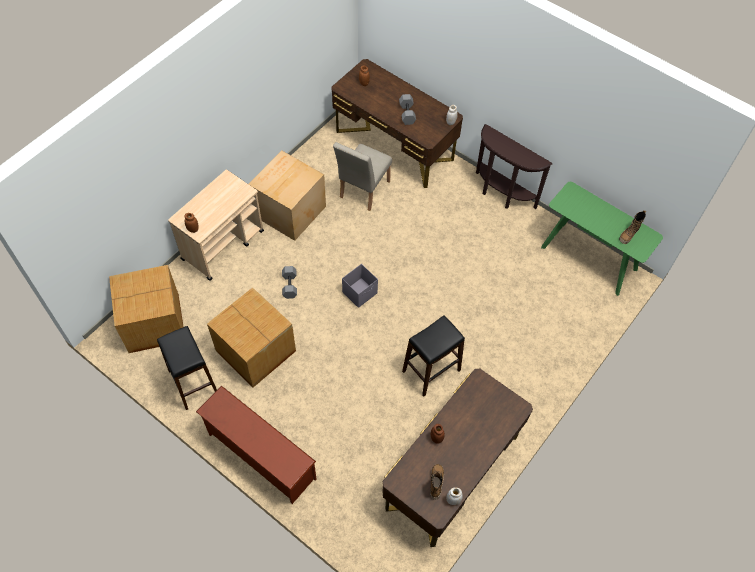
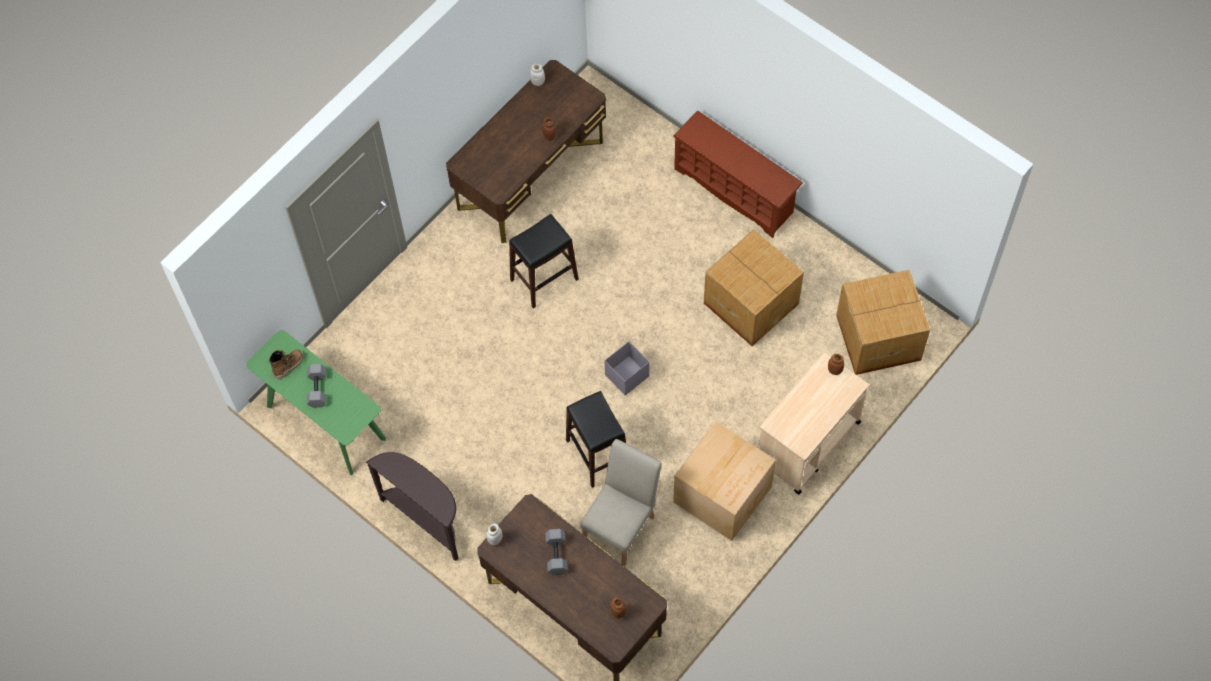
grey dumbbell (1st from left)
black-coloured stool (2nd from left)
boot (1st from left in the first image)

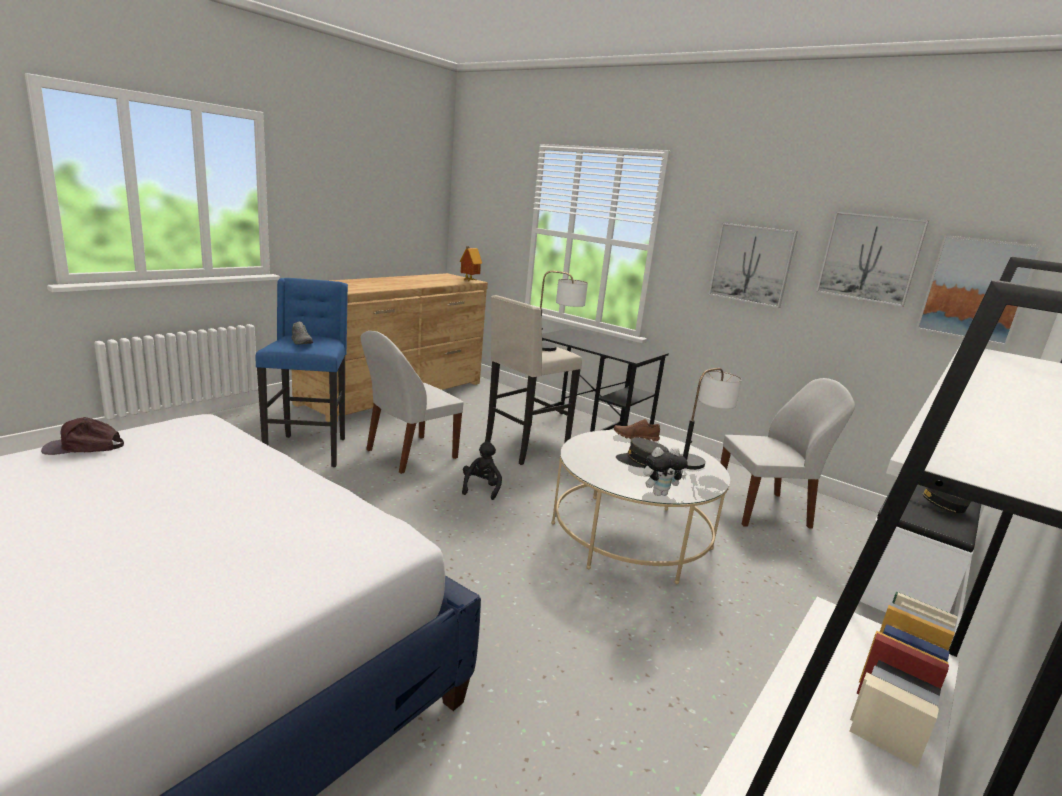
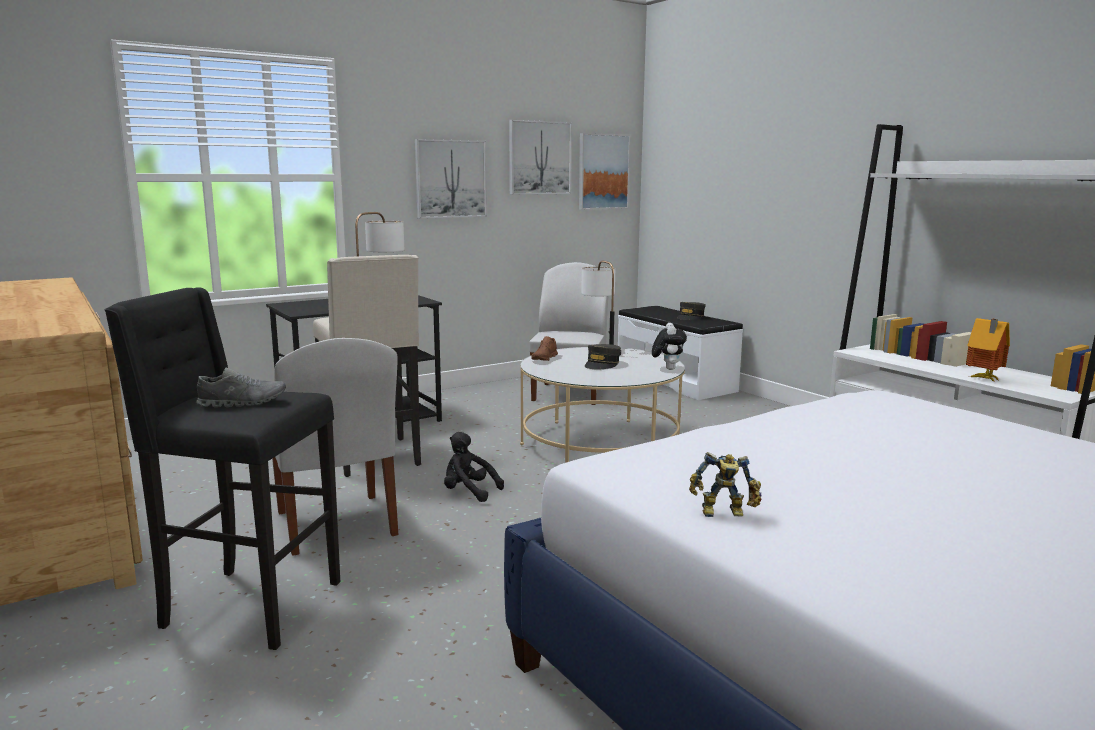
toy house
black-coloured stool
model robot

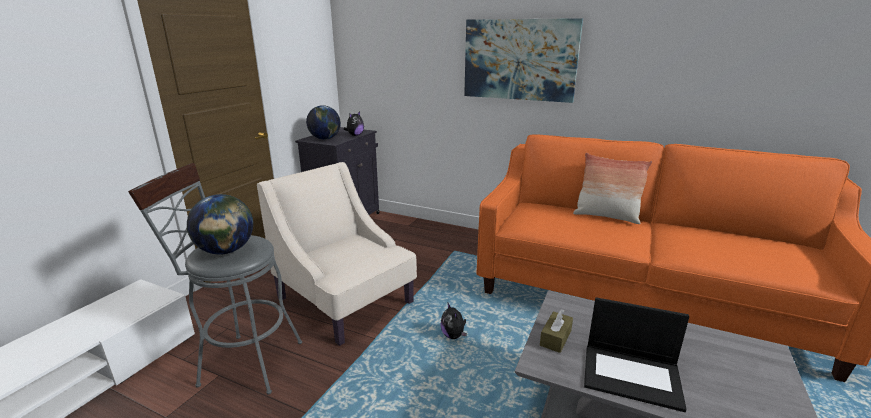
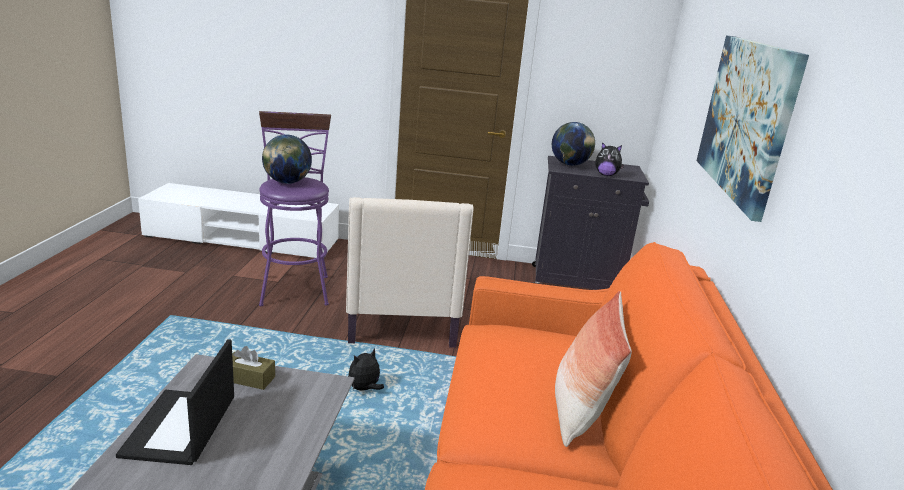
beige easy chair
purple-coloured stool

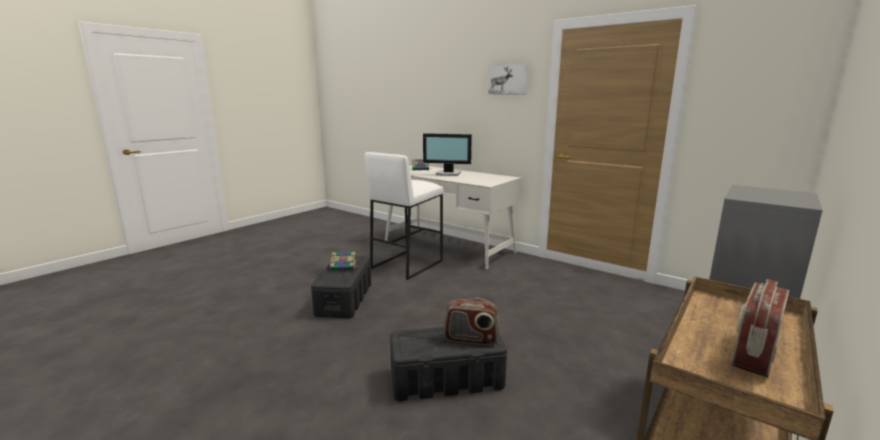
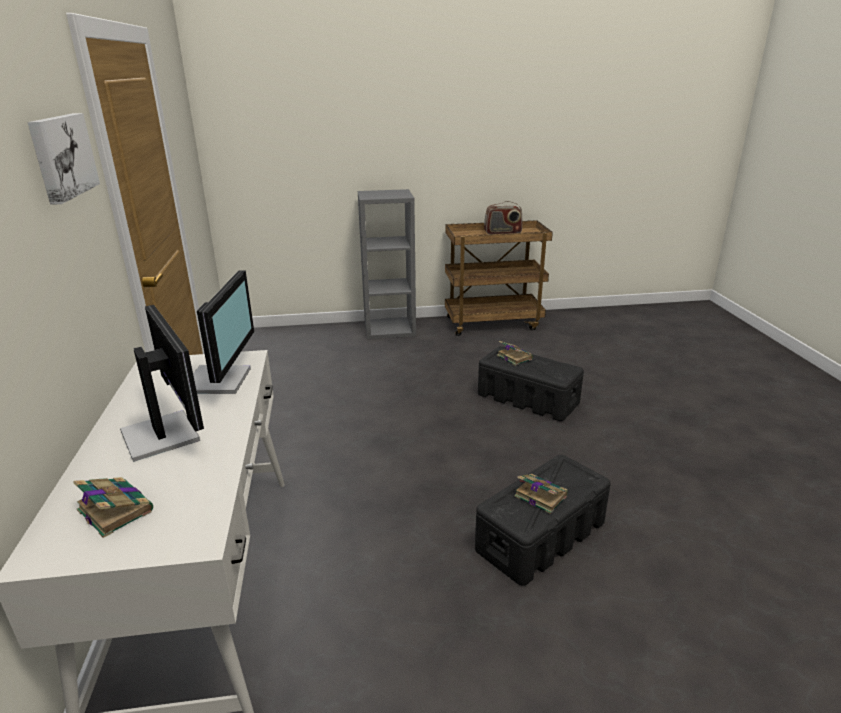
whitish stool
book (2nd from left)
computer display (2nd from left)

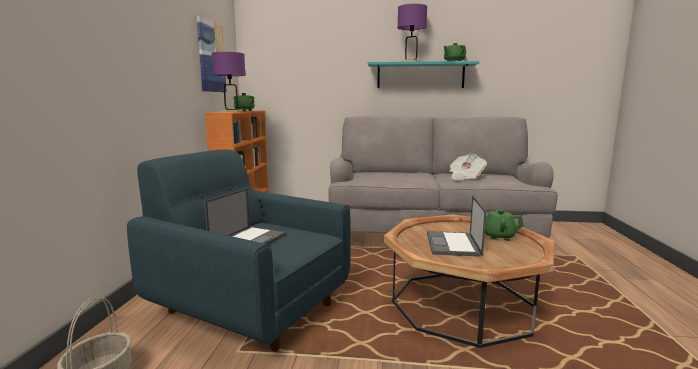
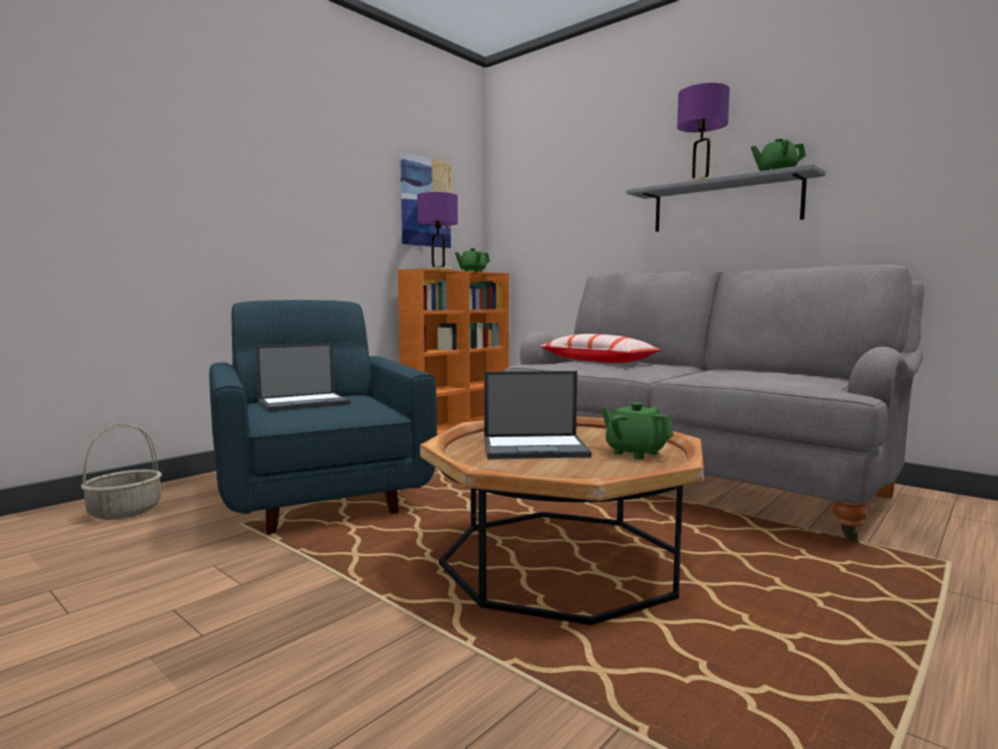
grey shelf
newspaper
laptop (2nd from left)
pillow

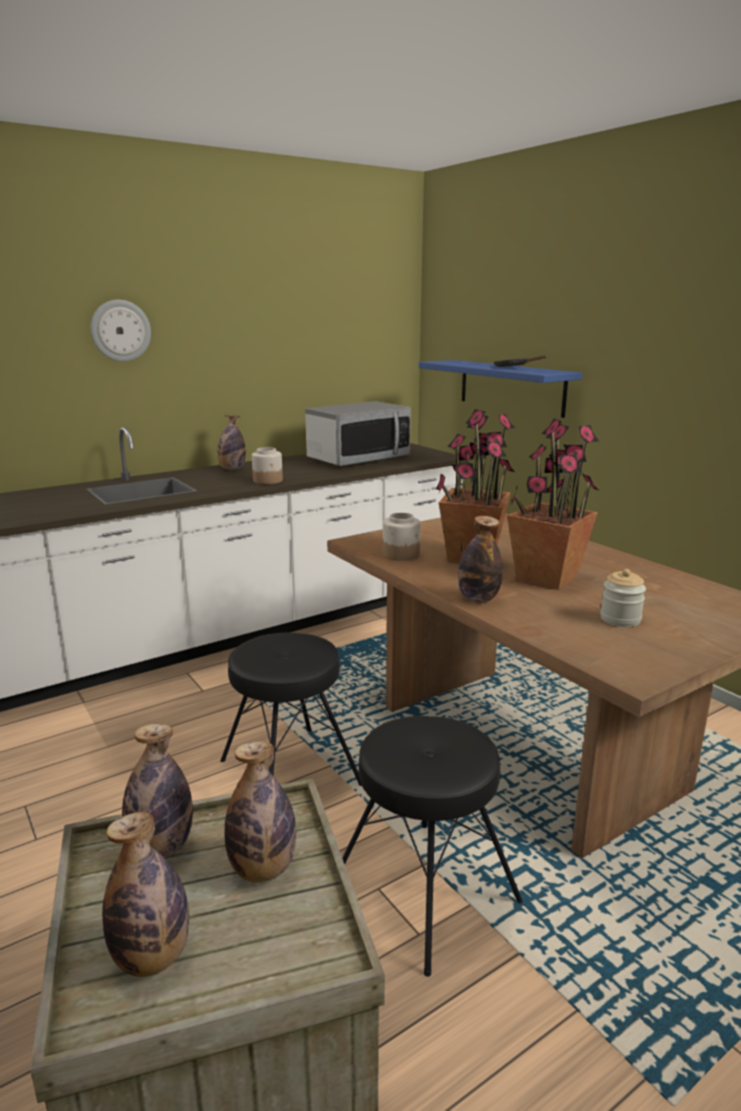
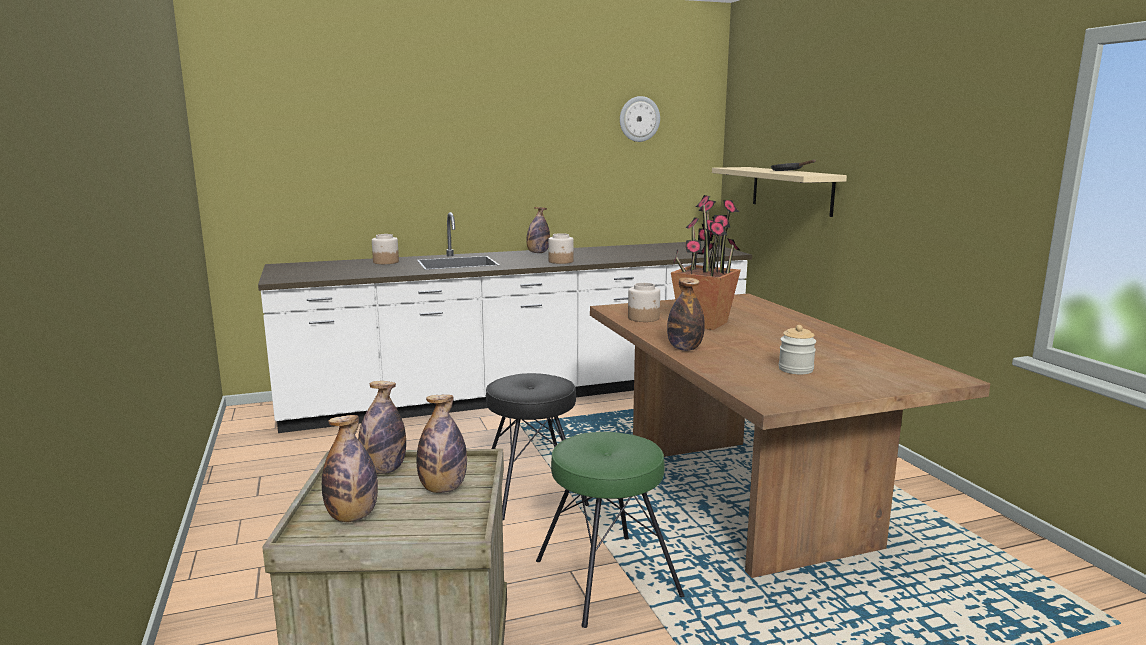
hanging clock
beige shelf
kitchen microwave
plant in a pot (2nd from left in the first image)
green-coloured stool
preserve jar (1st from left)

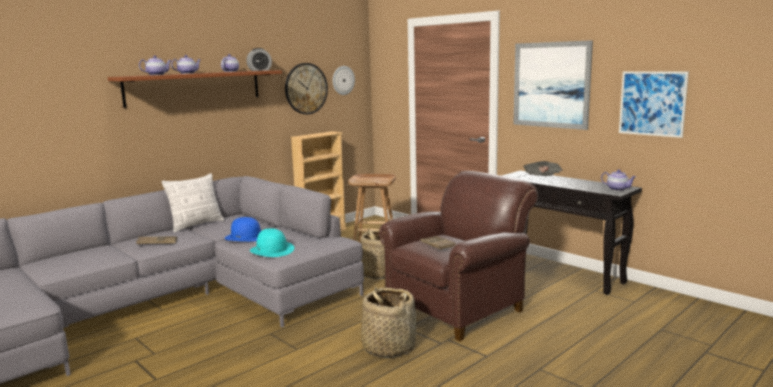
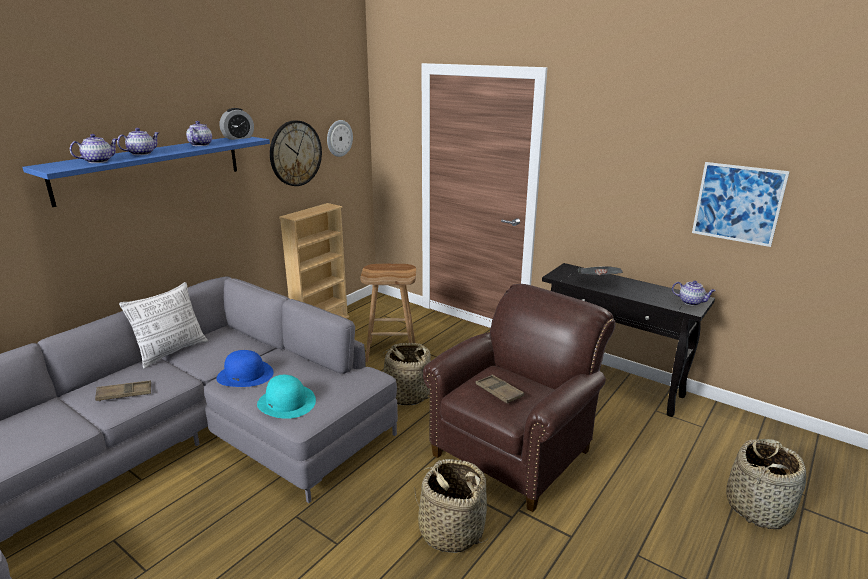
wall picture (1st from left in the first image)
blue shelf
storage basket (3rd from left)

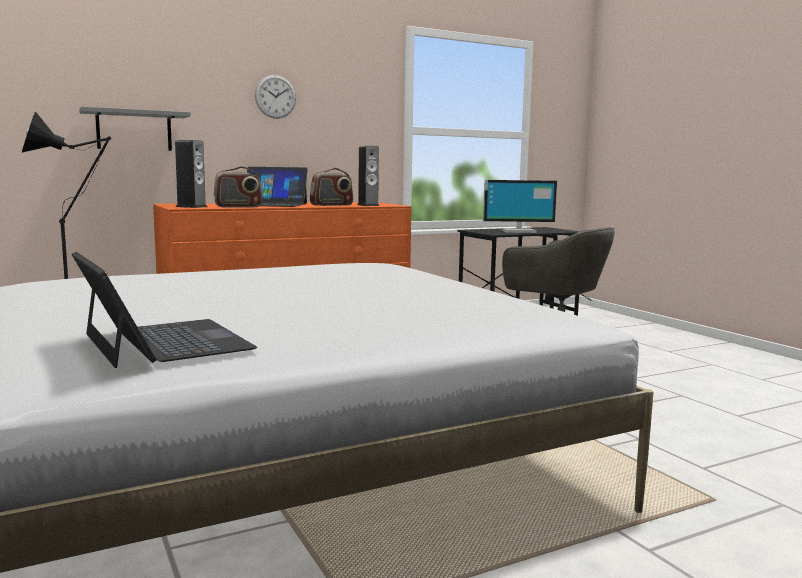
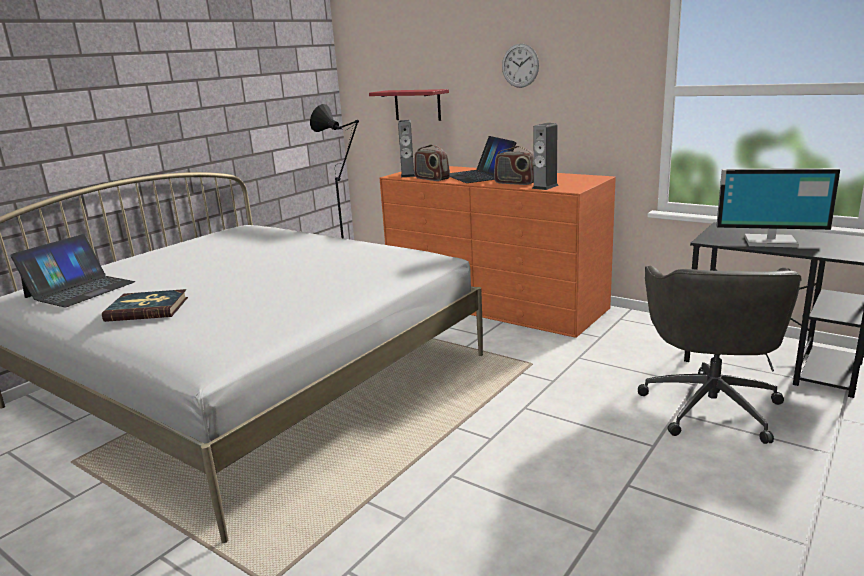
red-coloured shelf
computer display
book

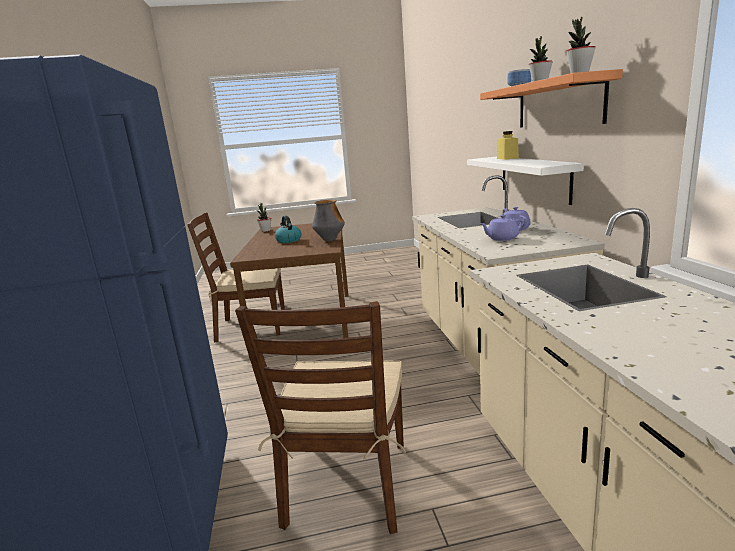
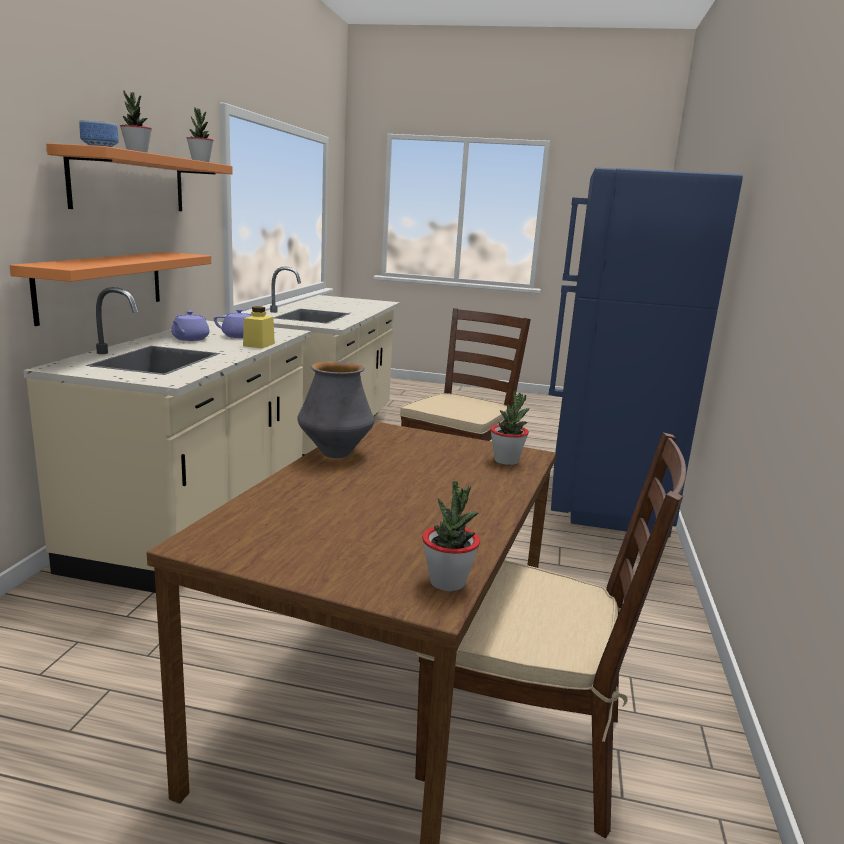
yellow-coloured preserve jar
orange-coloured shelf (1st from left)
kettle
plant in a pot (4th from left)

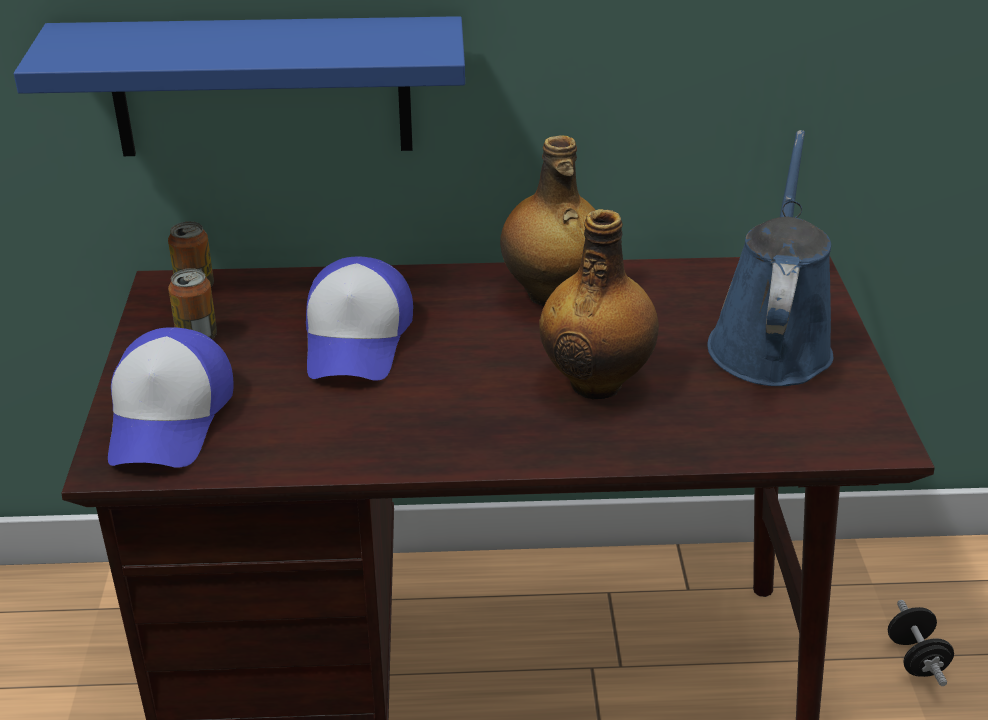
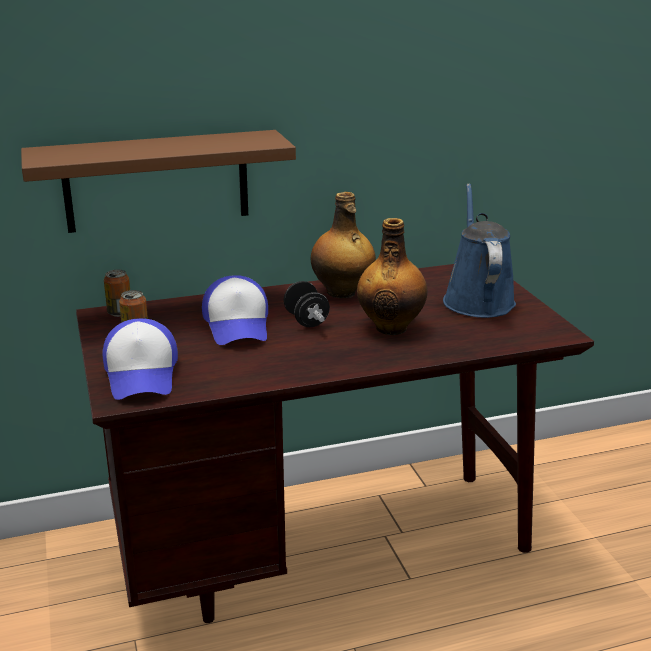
brownish shelf
black-coloured dumbbell

